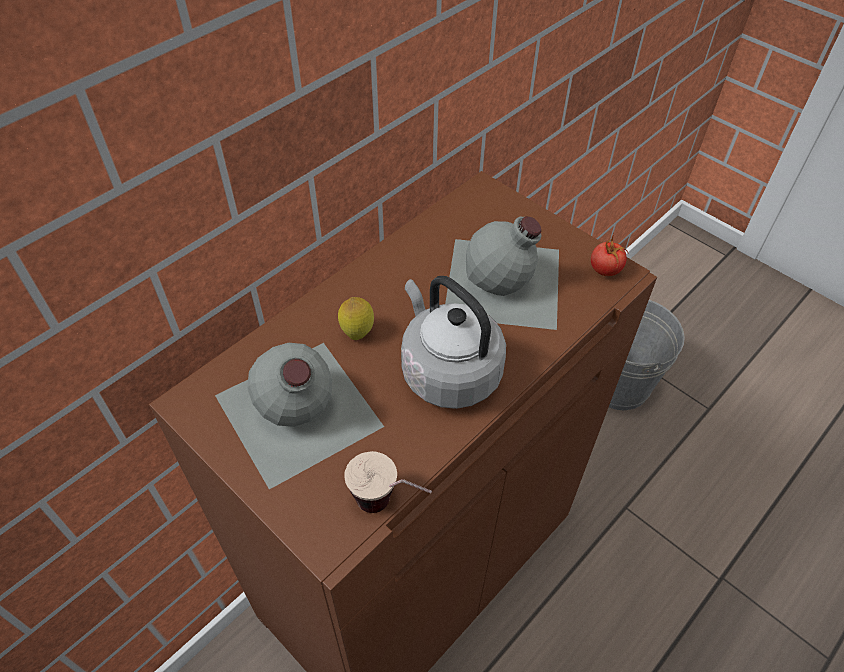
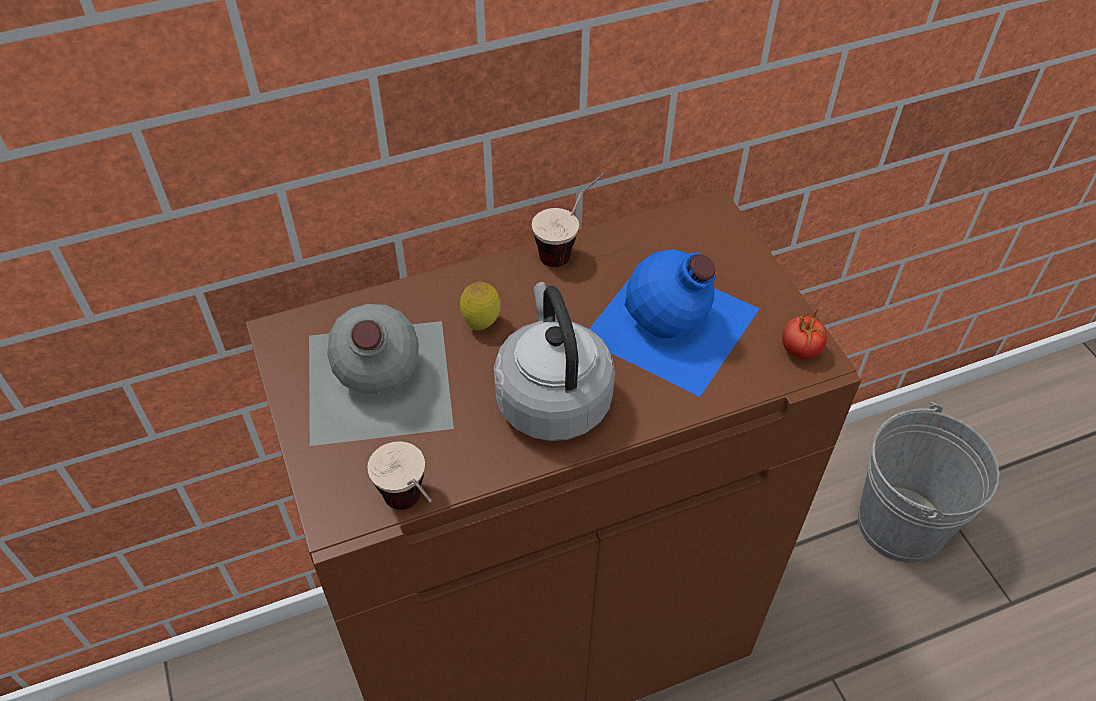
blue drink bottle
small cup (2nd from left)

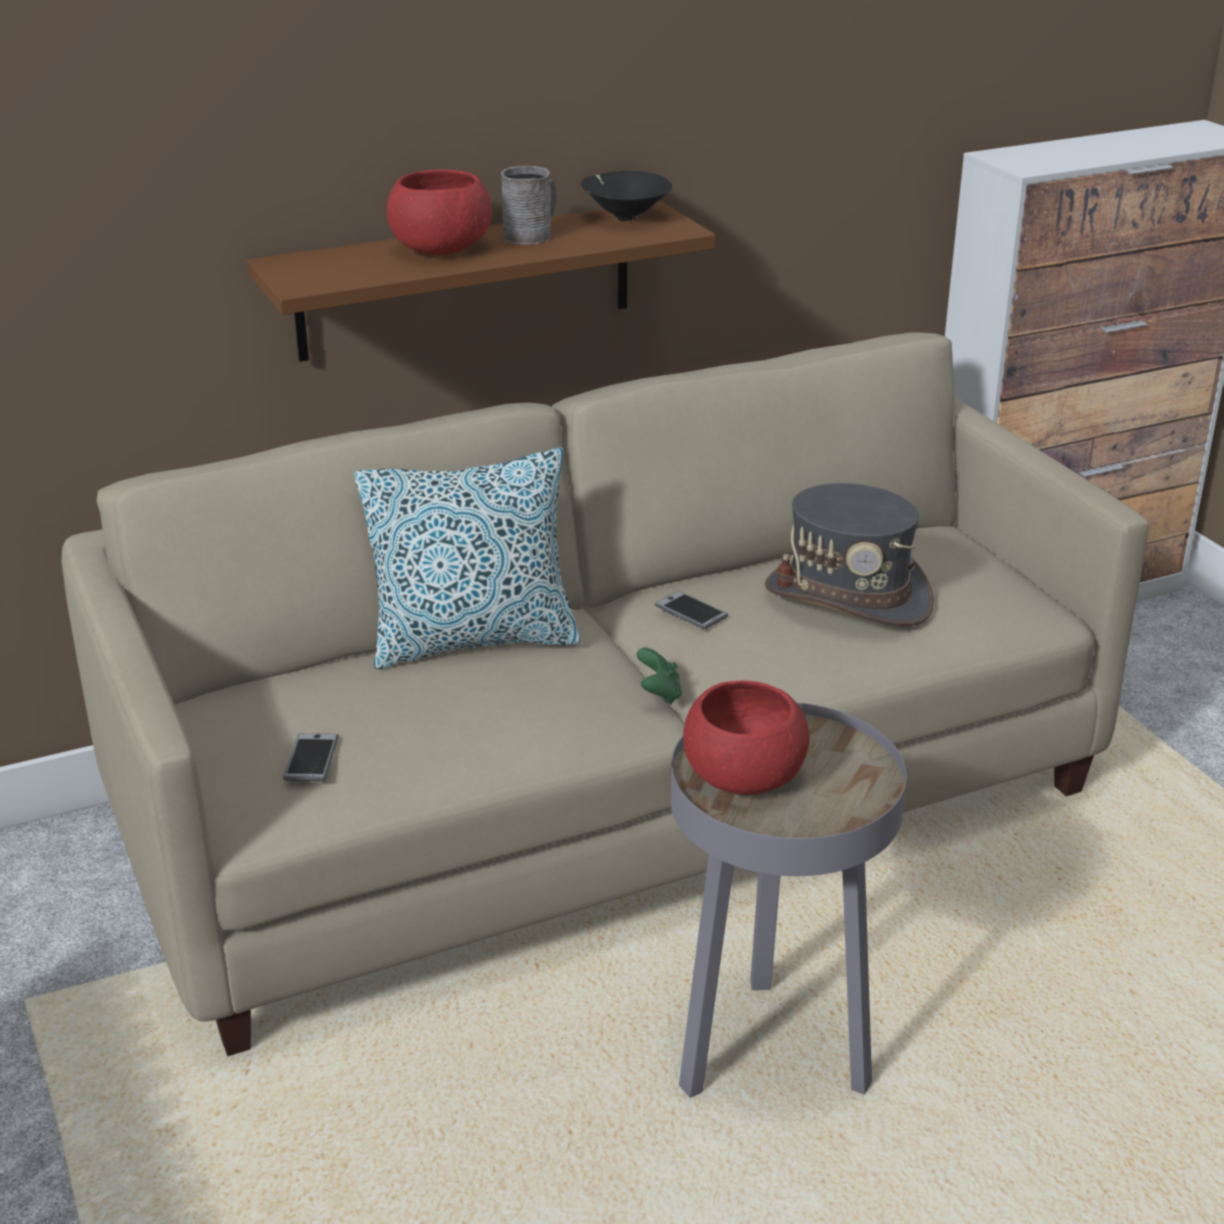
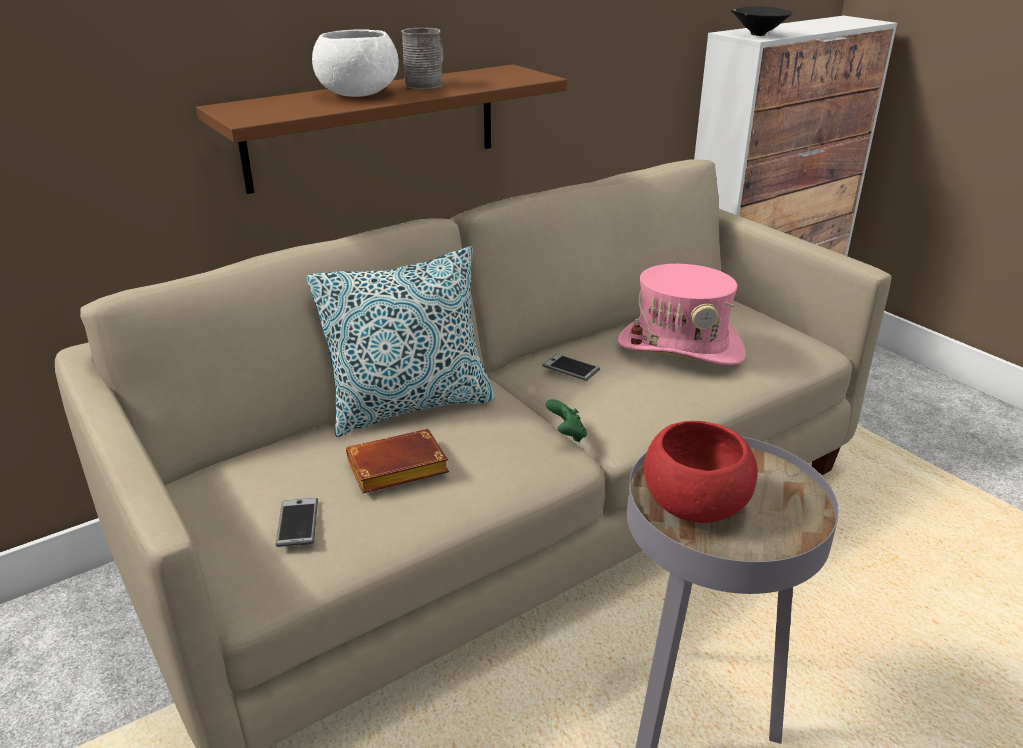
whitish deep dish
black-coloured deep dish
pink-coloured clothing hat
brownish book

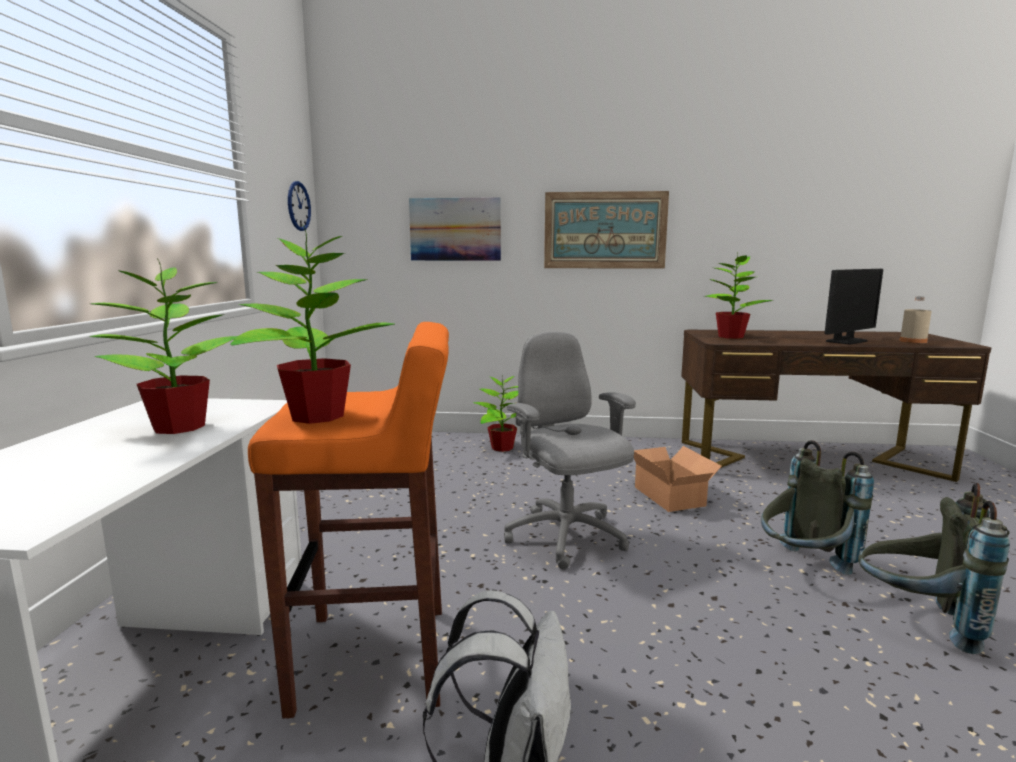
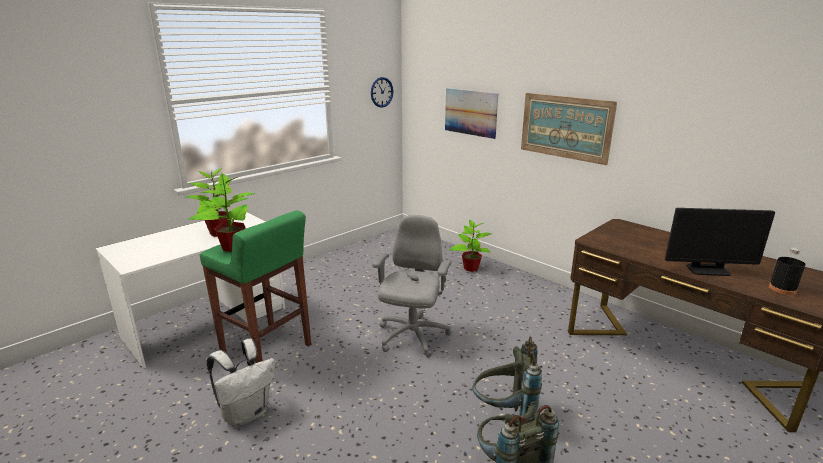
plant in a pot (4th from left in the first image)
black-coloured drink bottle
green-coloured stool
packing box

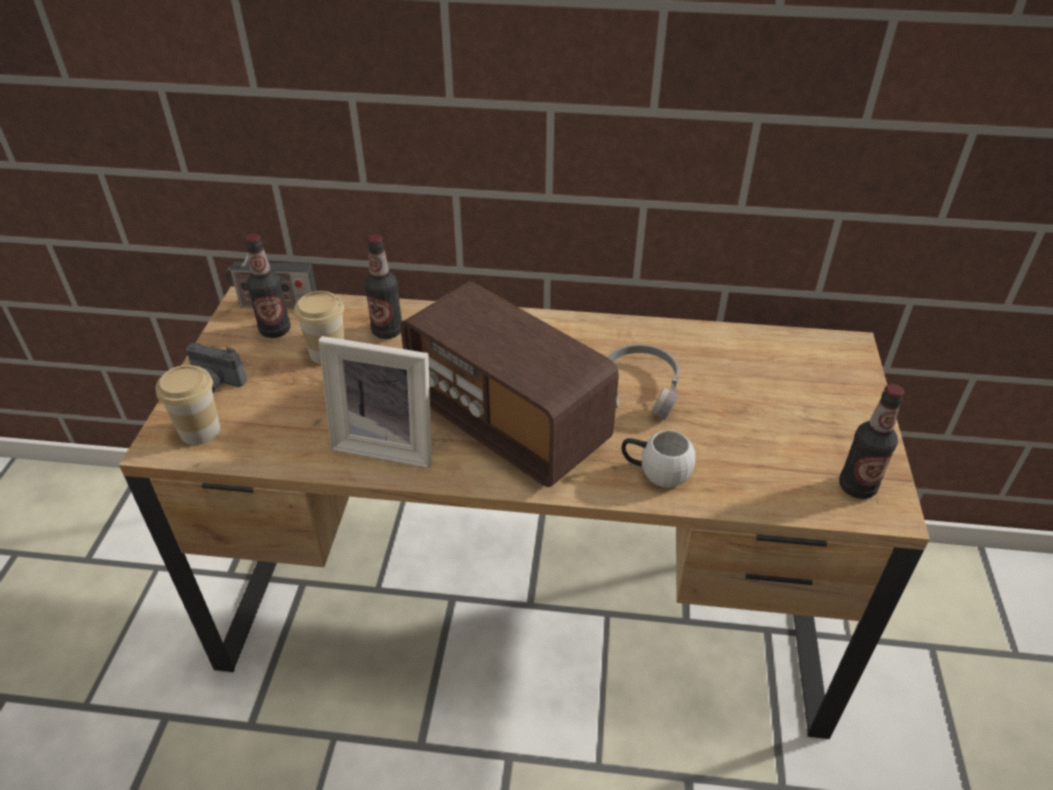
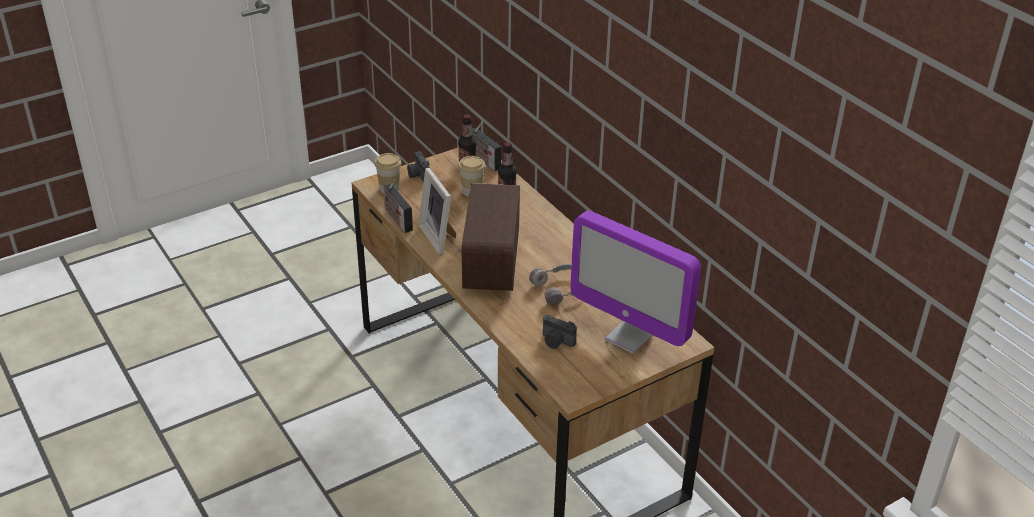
drink bottle (3rd from left in the first image)
whitish mug
radio set (1st from left)
computer display
photo camera (2nd from left)

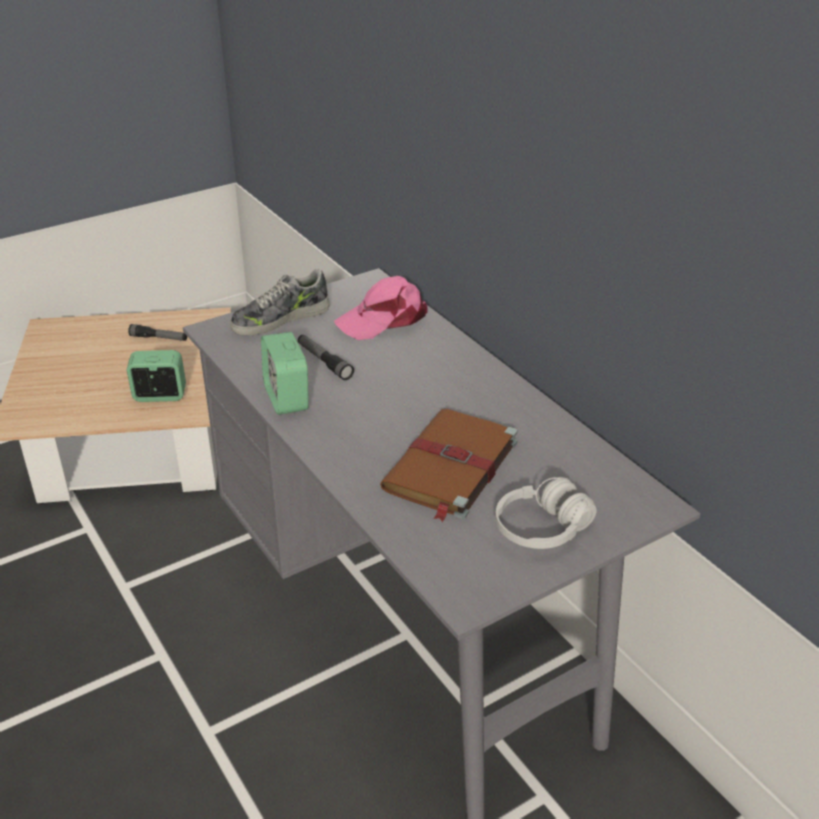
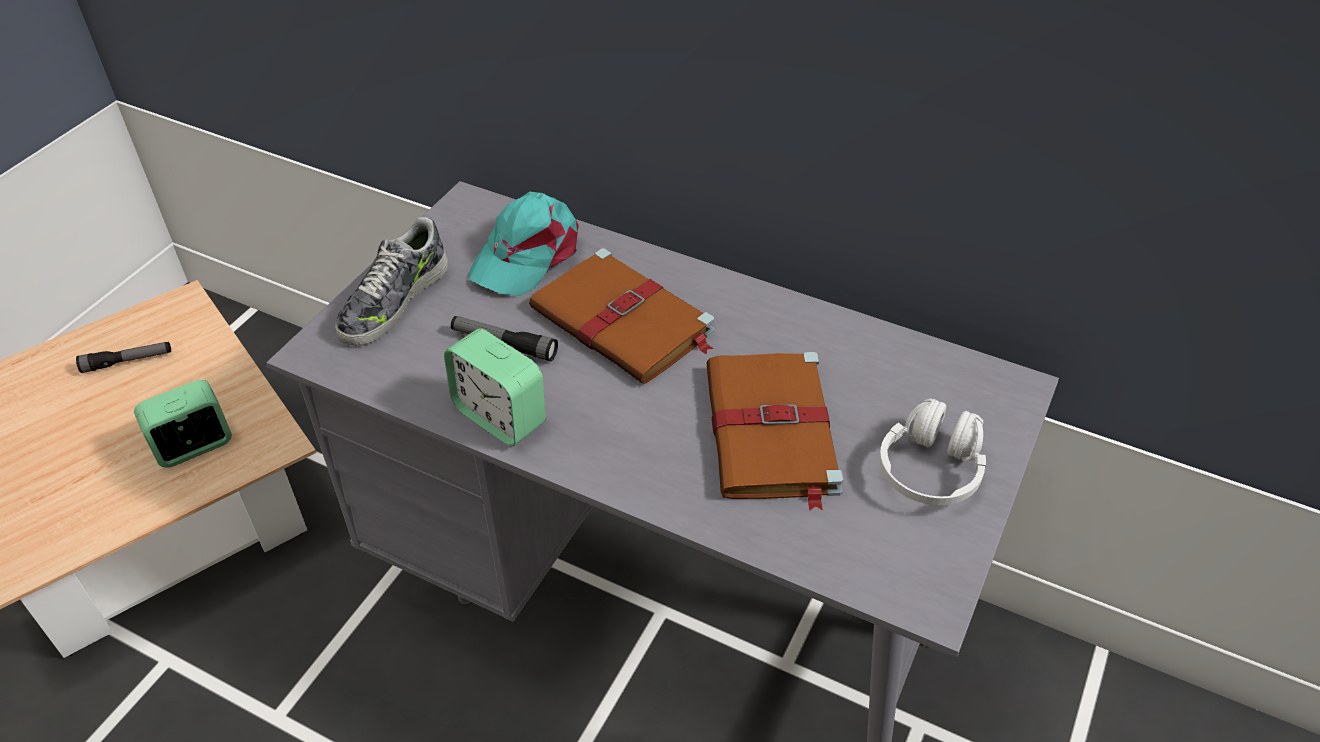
turquoise baseball cap
brownish book (1st from left)

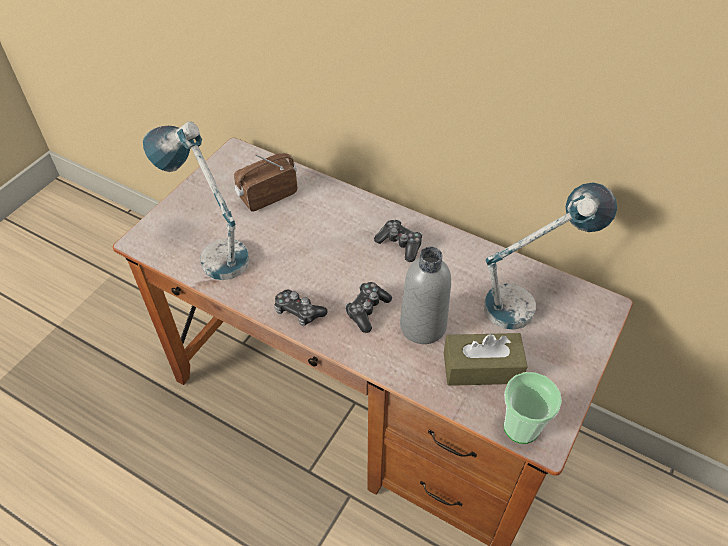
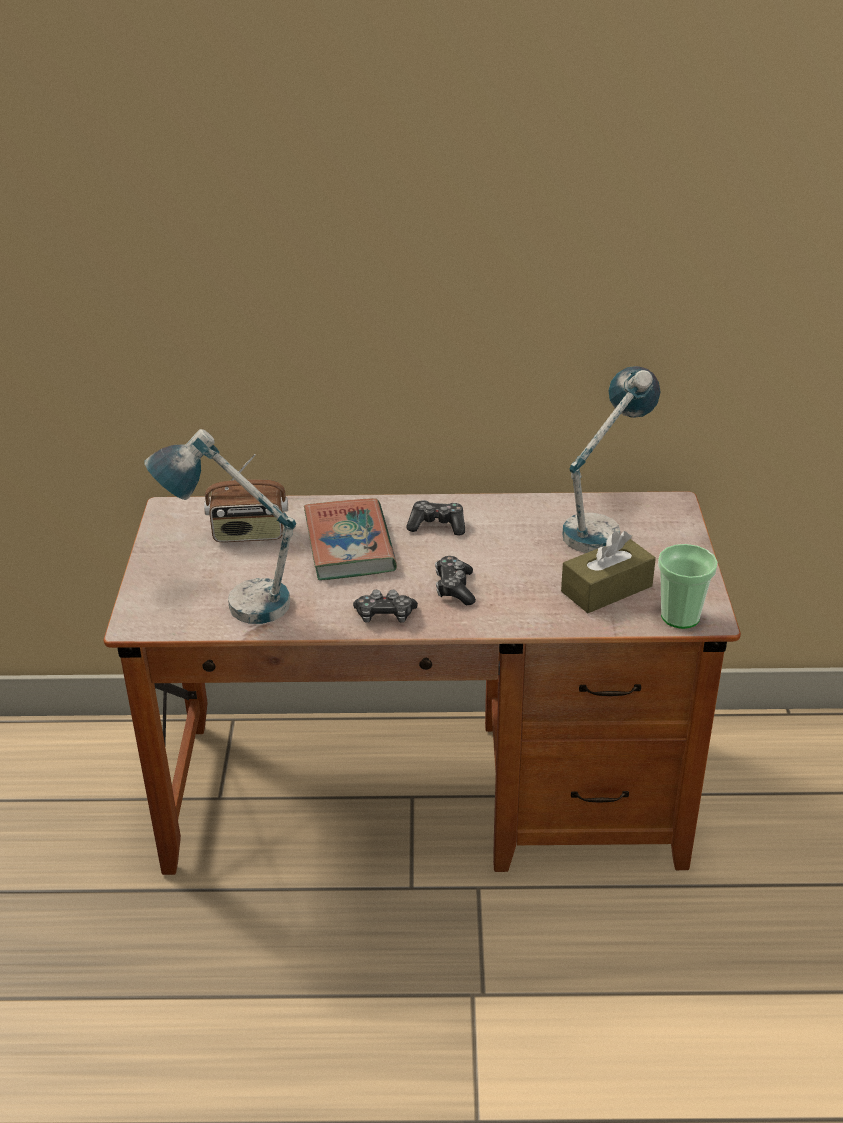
radio set
grey drink bottle
book

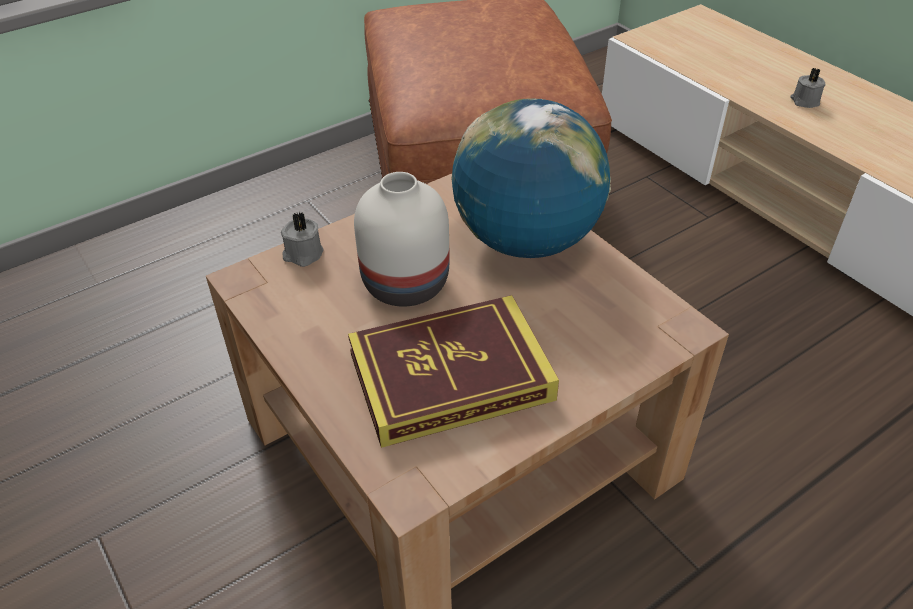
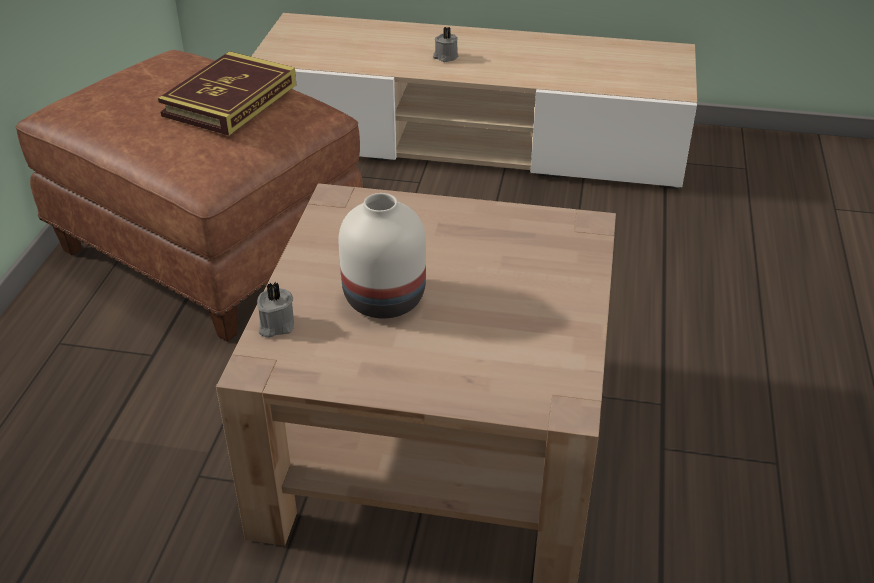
globe
book

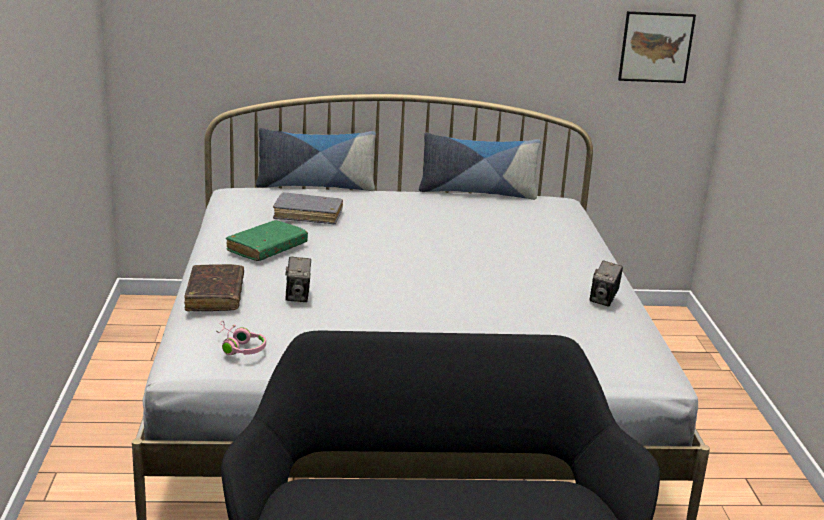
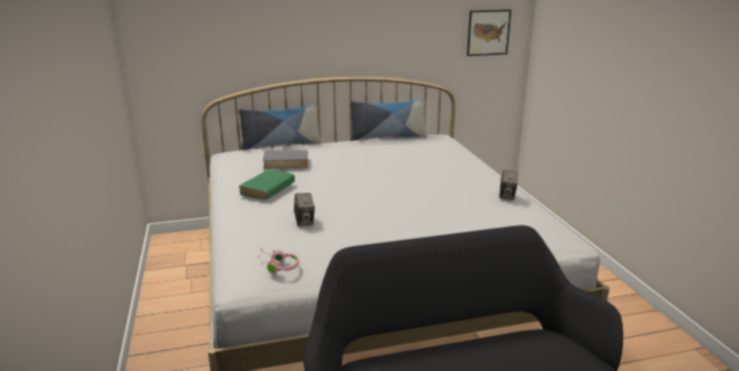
brownish book

